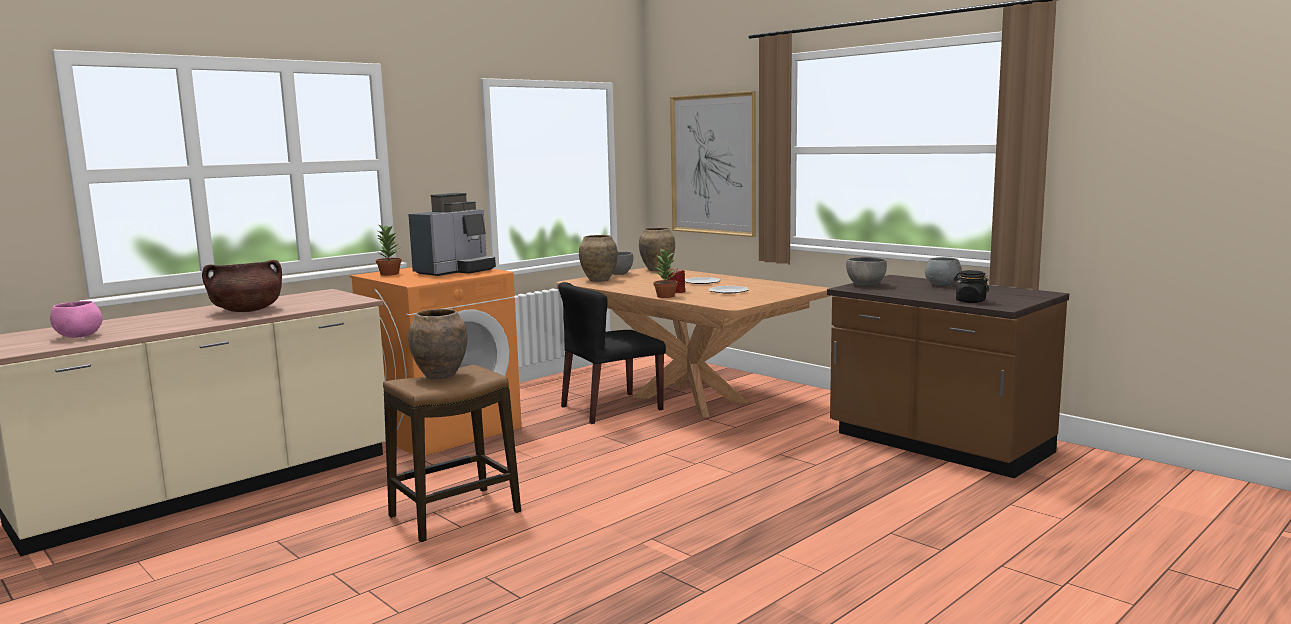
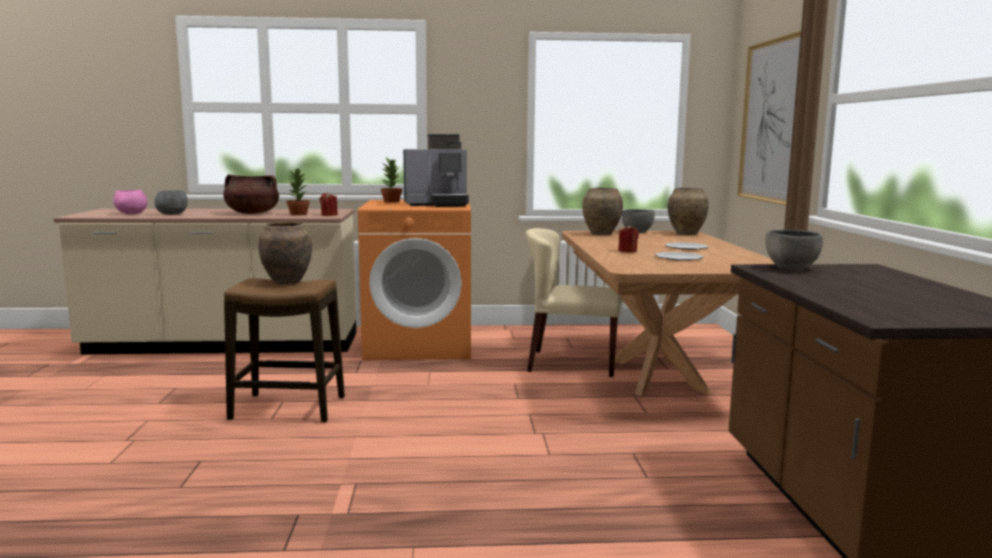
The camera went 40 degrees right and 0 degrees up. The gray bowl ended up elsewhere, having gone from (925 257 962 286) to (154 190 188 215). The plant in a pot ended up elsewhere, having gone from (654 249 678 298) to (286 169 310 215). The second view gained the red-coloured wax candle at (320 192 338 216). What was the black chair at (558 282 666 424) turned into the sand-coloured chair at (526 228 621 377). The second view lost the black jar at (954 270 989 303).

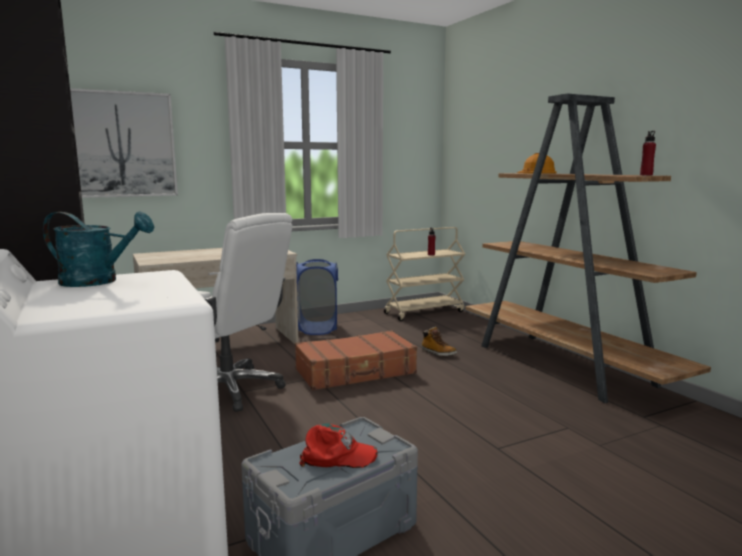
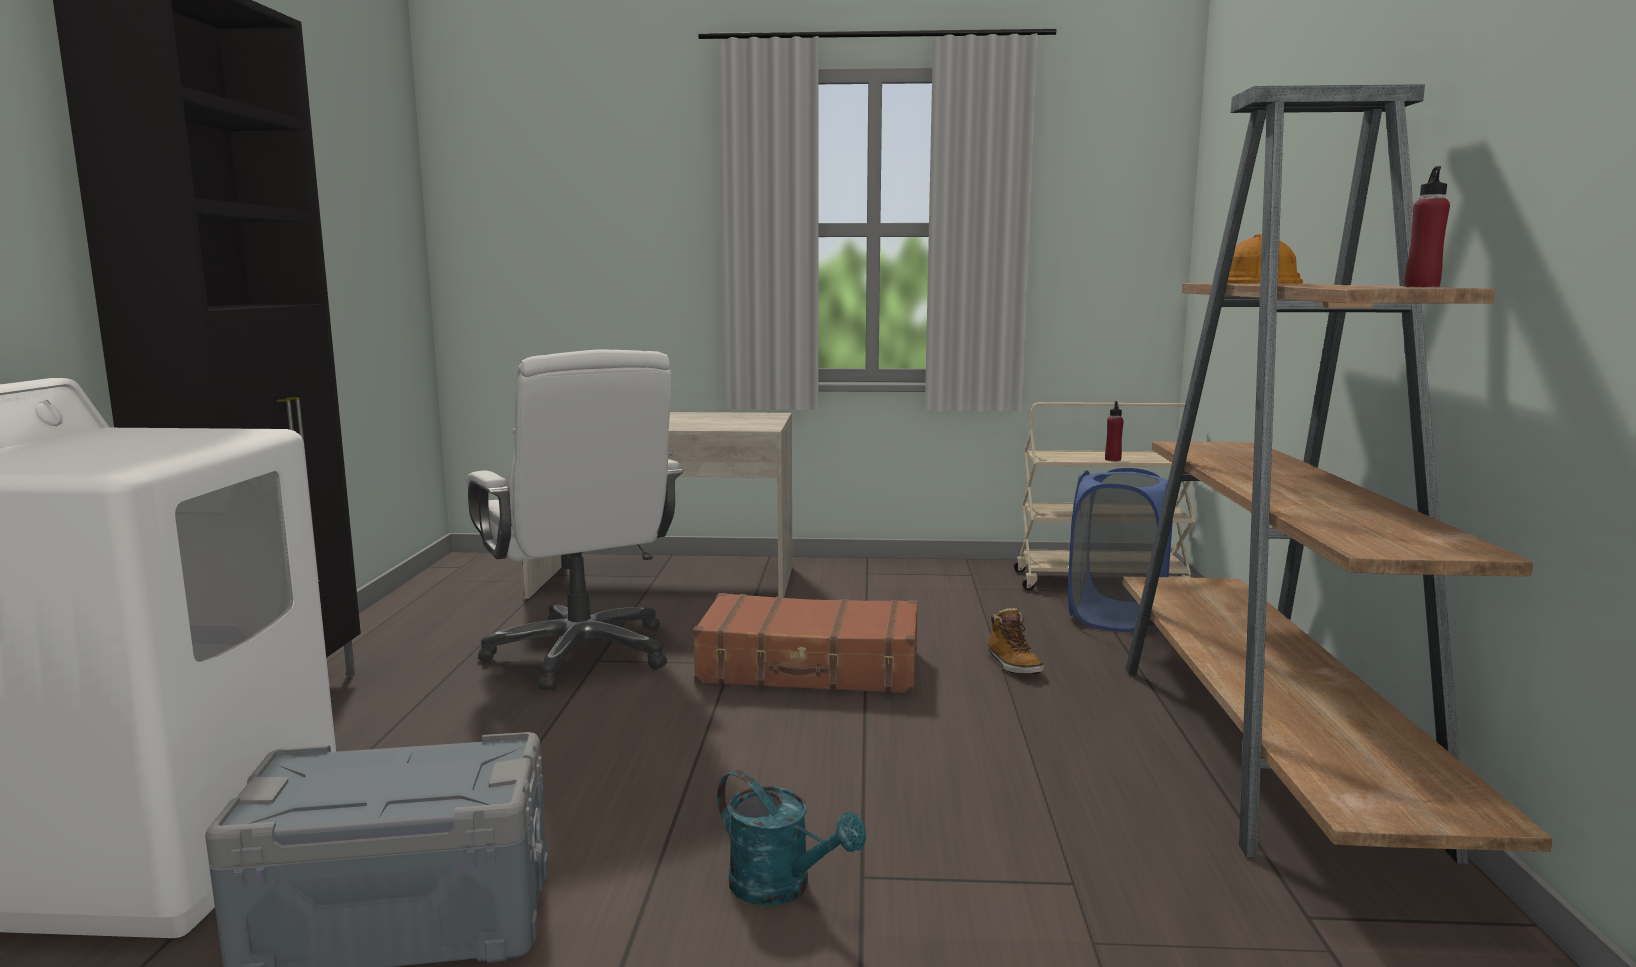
The camera went 30 degrees right and 0 degrees up. The turquoise-coloured watering pot ended up elsewhere, having gone from (43 211 154 287) to (717 770 866 906). The blue laundry basket ended up elsewhere, having gone from (296 259 338 335) to (1068 468 1173 632). The second view lost the picture at (70 88 178 198). The second view lost the red-coloured cap at (299 424 378 468).

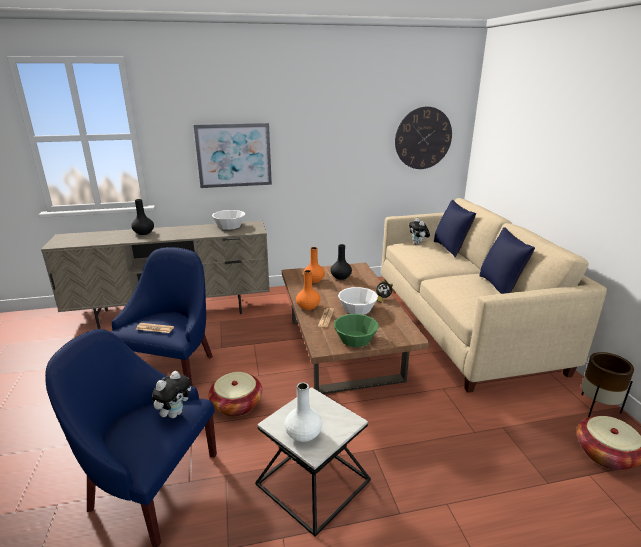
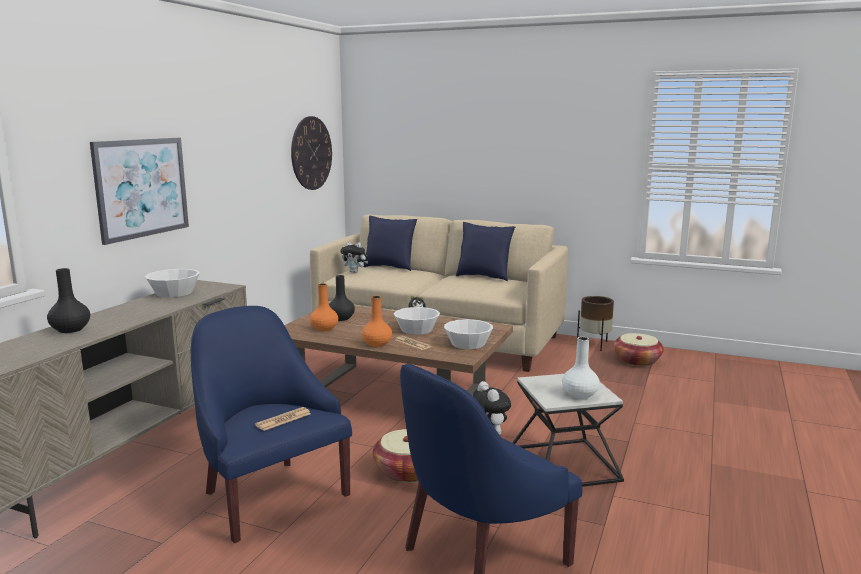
The camera went 55 degrees left and 10 degrees down. What was the green bowl at (334 314 378 347) turned into the whitish bowl at (444 319 493 349).

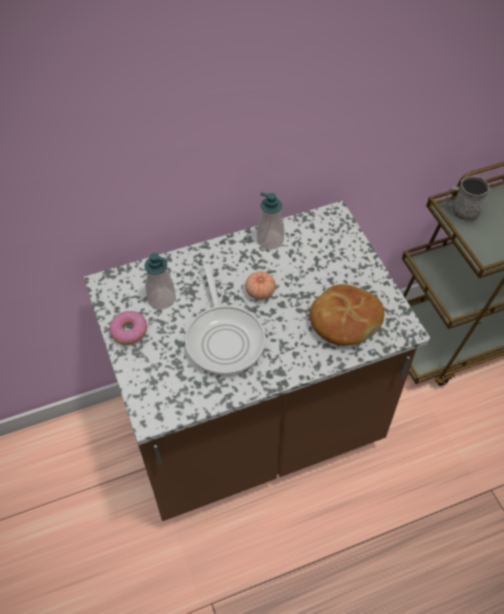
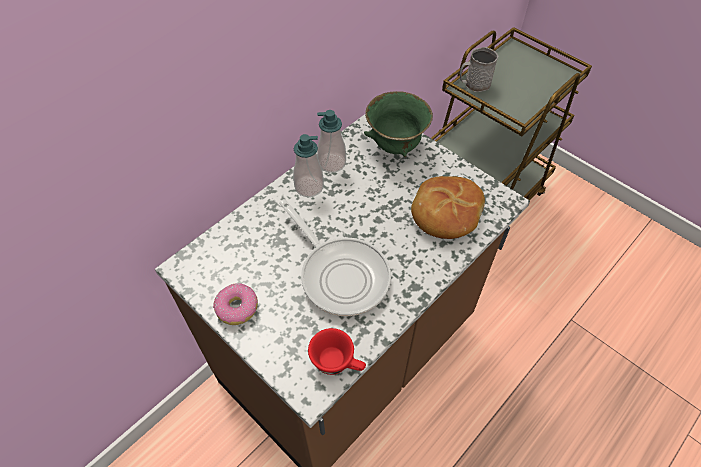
The camera went 25 degrees left and 0 degrees up. The soap dispenser ended up elsewhere, having gone from (144 253 176 310) to (293 134 324 197). The second view gained the red-coloured drinking cup at (308 328 366 375). The second view gained the green bowl at (364 91 433 157). The second view lost the whole tomato at (245 271 276 300).

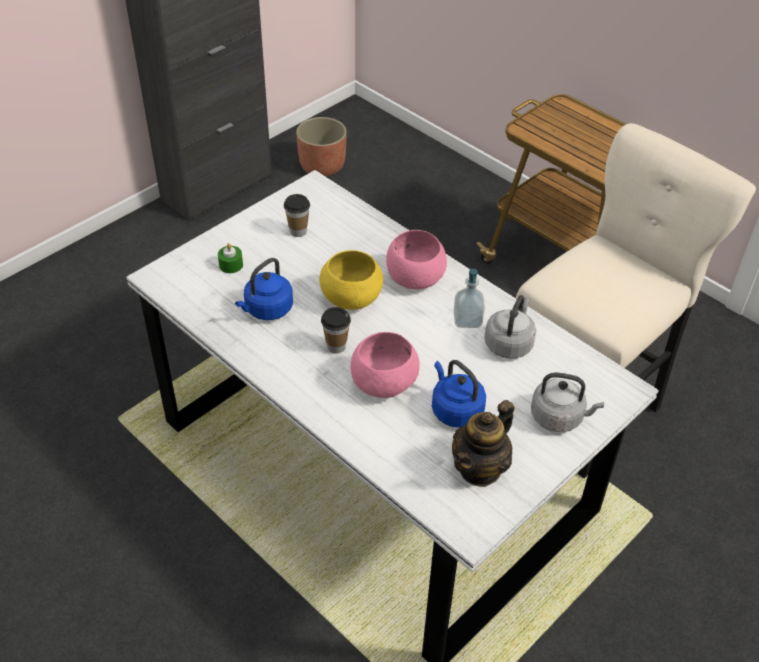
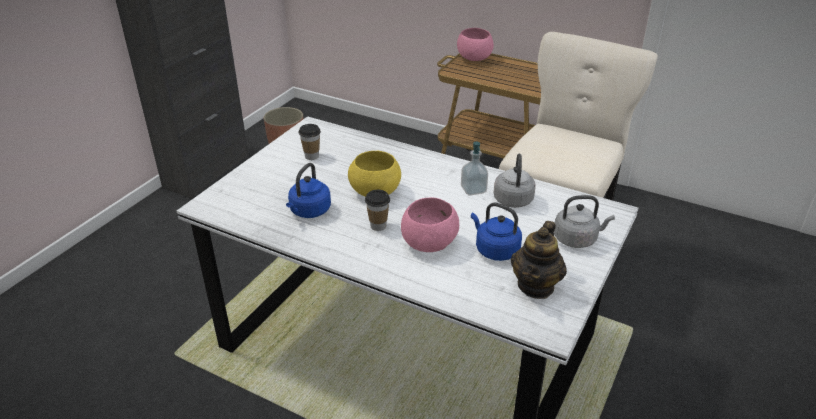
The camera went 15 degrees left and 10 degrees down. The pink bowl ended up elsewhere, having gone from (386 230 447 289) to (457 28 494 61). The second view lost the green wax candle at (218 243 243 273).

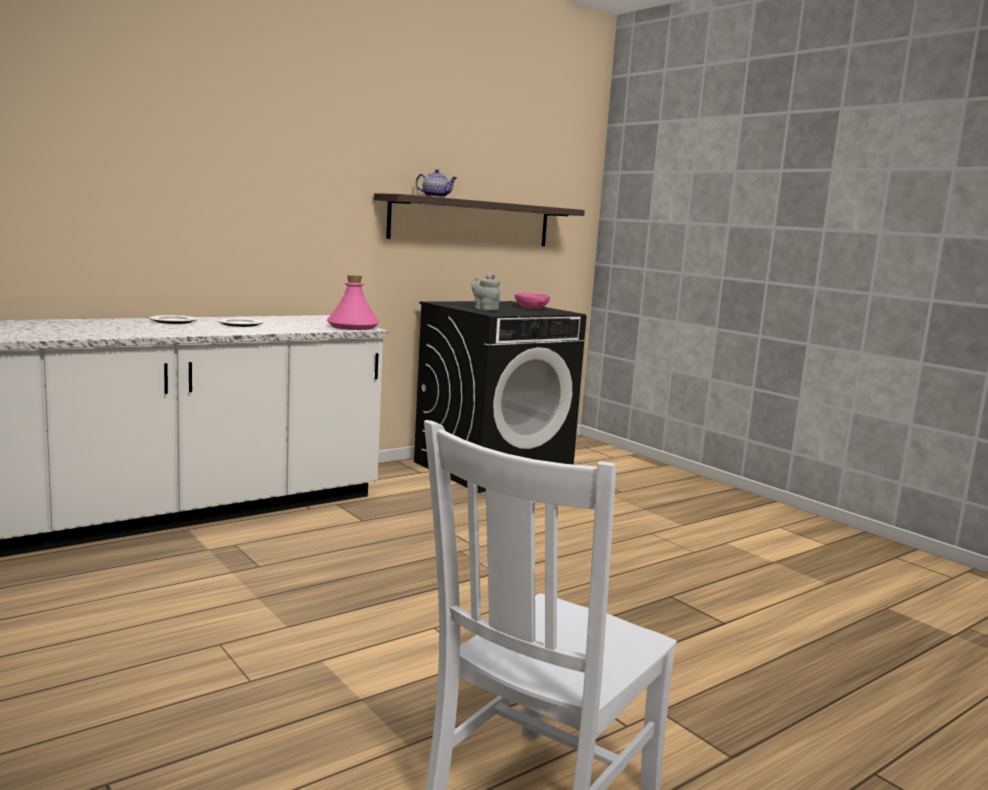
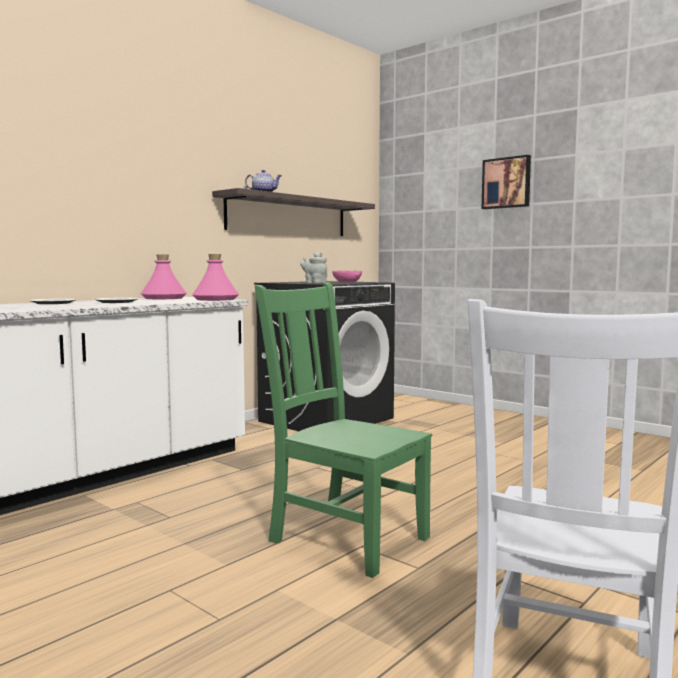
The camera went 10 degrees left and 5 degrees down. The second view gained the pink bottle at (141 254 187 299). The second view gained the green chair at (255 283 432 578). The second view gained the picture at (482 155 531 209).

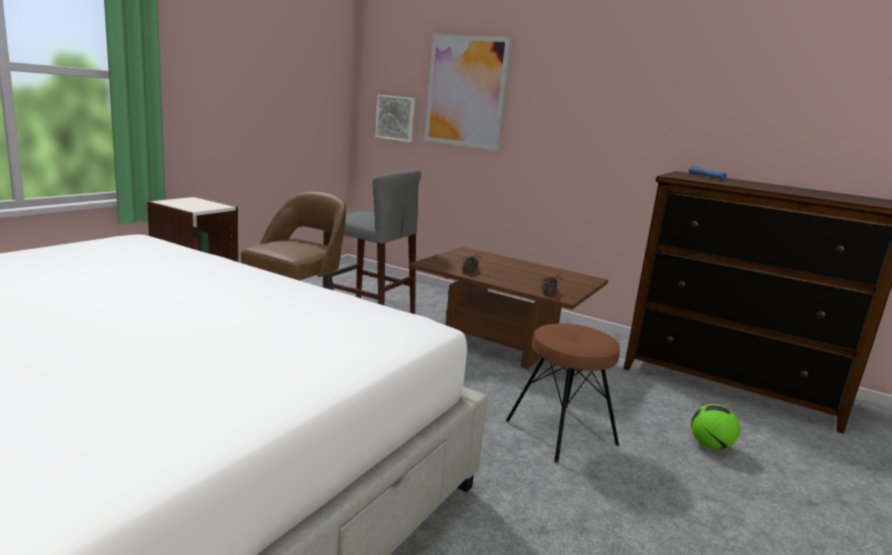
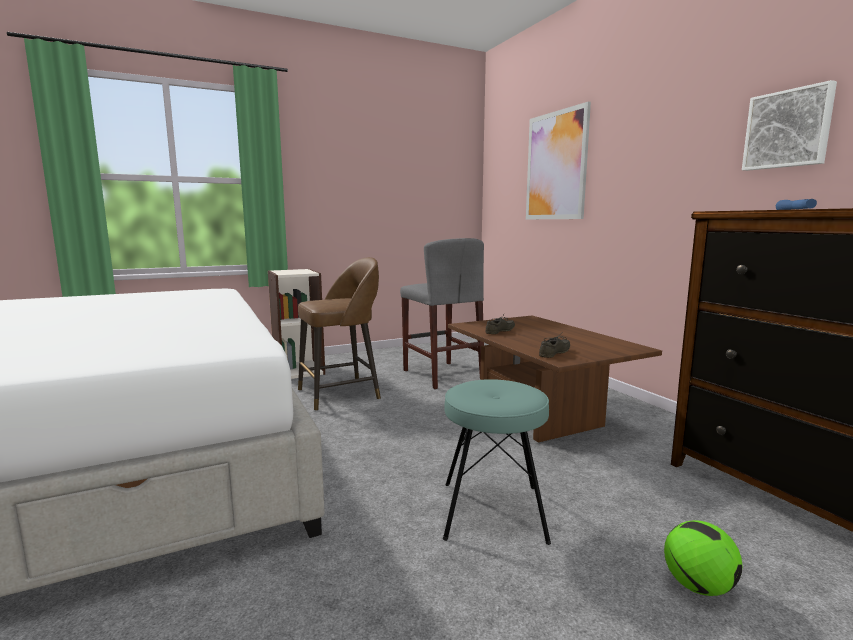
The camera went 35 degrees right and 5 degrees down. What was the brownish stool at (506 323 620 463) turned into the turquoise-coloured stool at (443 379 551 545). The picture ended up elsewhere, having gone from (375 95 415 142) to (742 80 837 171).

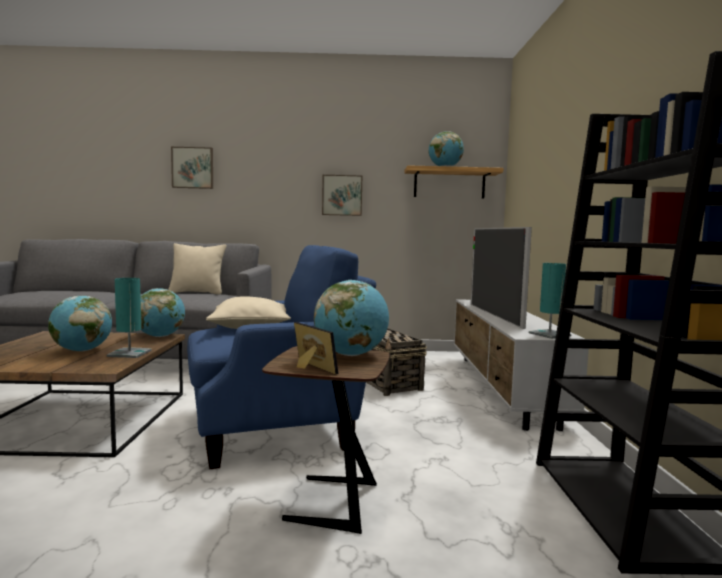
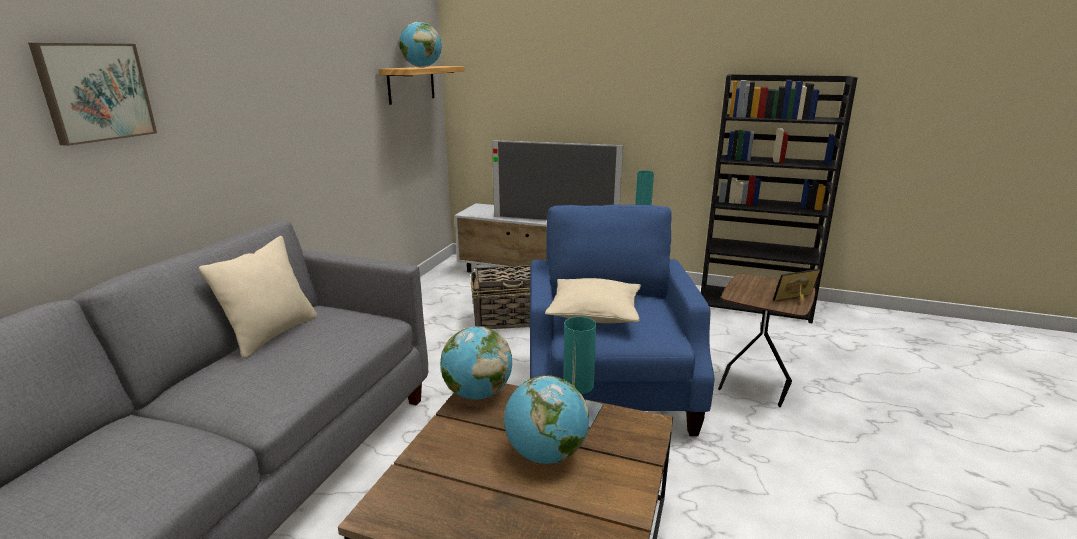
The camera went 70 degrees left and 15 degrees up. The second view lost the world globe at (314 280 389 356). The second view lost the picture at (322 175 362 216).

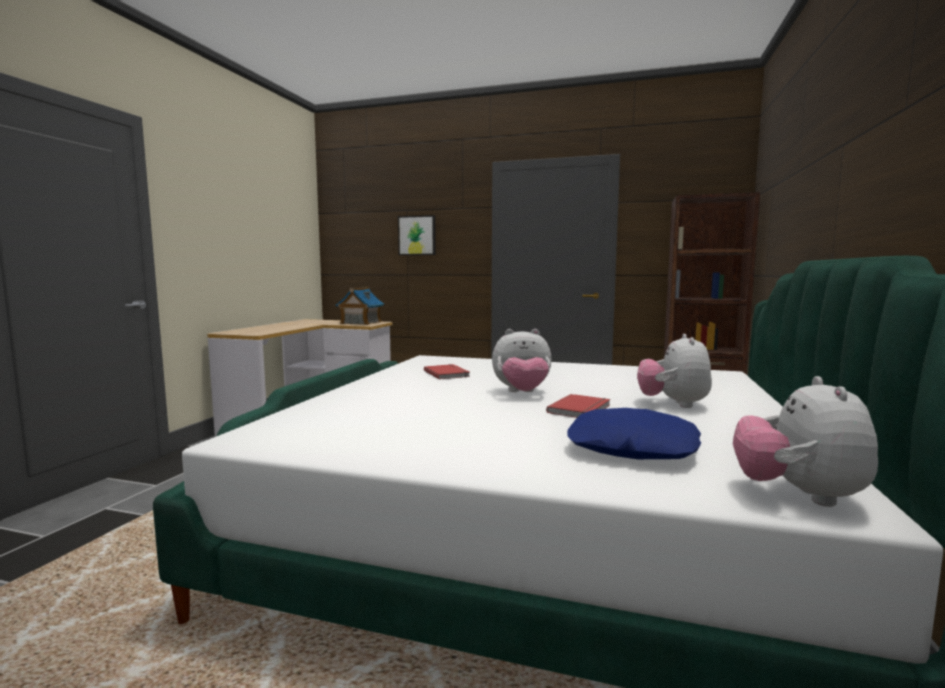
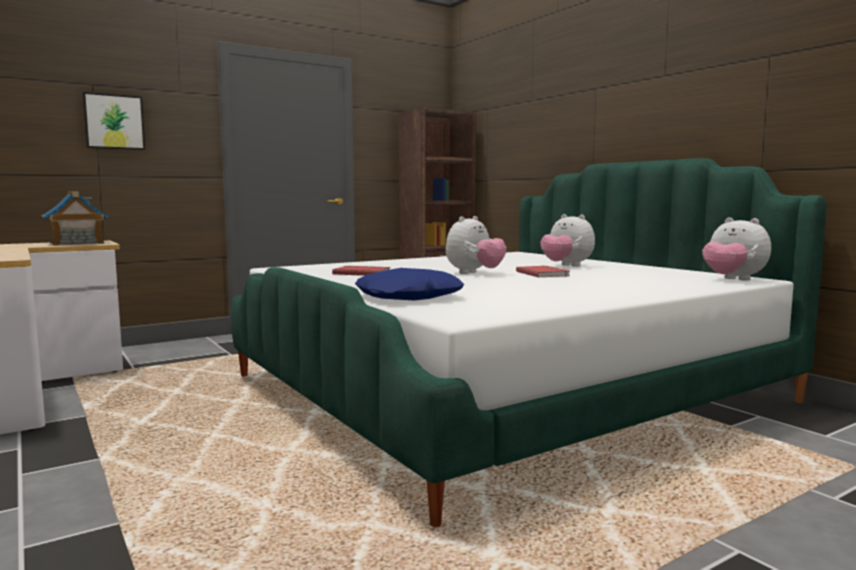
The camera went 50 degrees left and 0 degrees up. The blue cushion ended up elsewhere, having gone from (567 408 701 459) to (355 268 464 300).

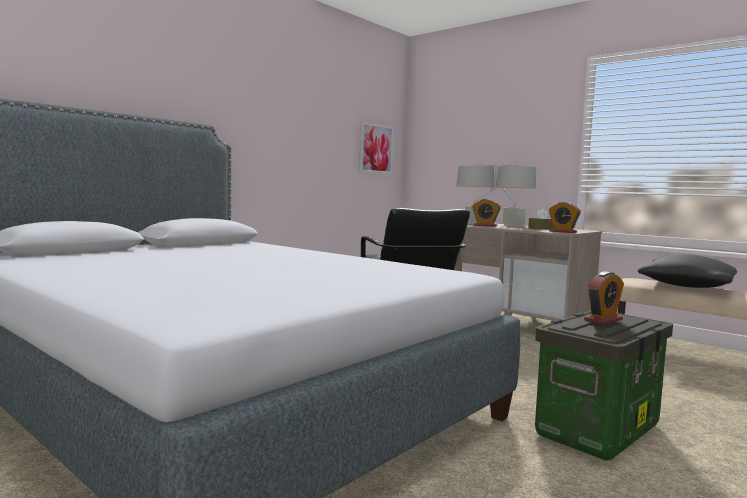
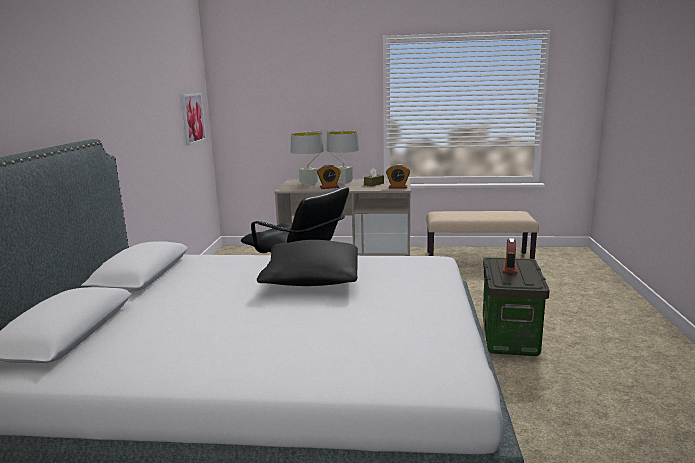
The camera went 35 degrees left and 10 degrees up. The black cushion ended up elsewhere, having gone from (638 254 737 288) to (257 240 358 286).

